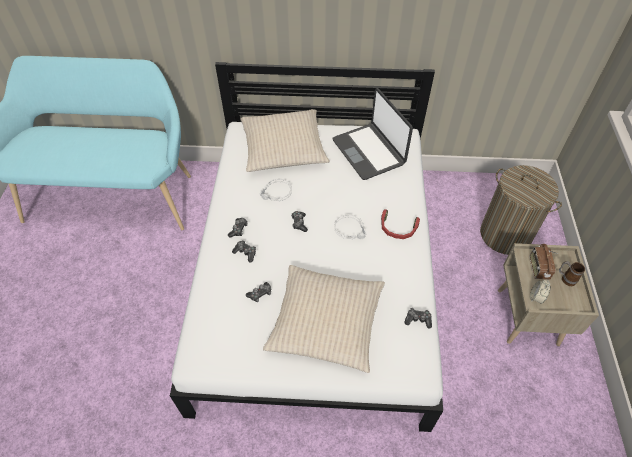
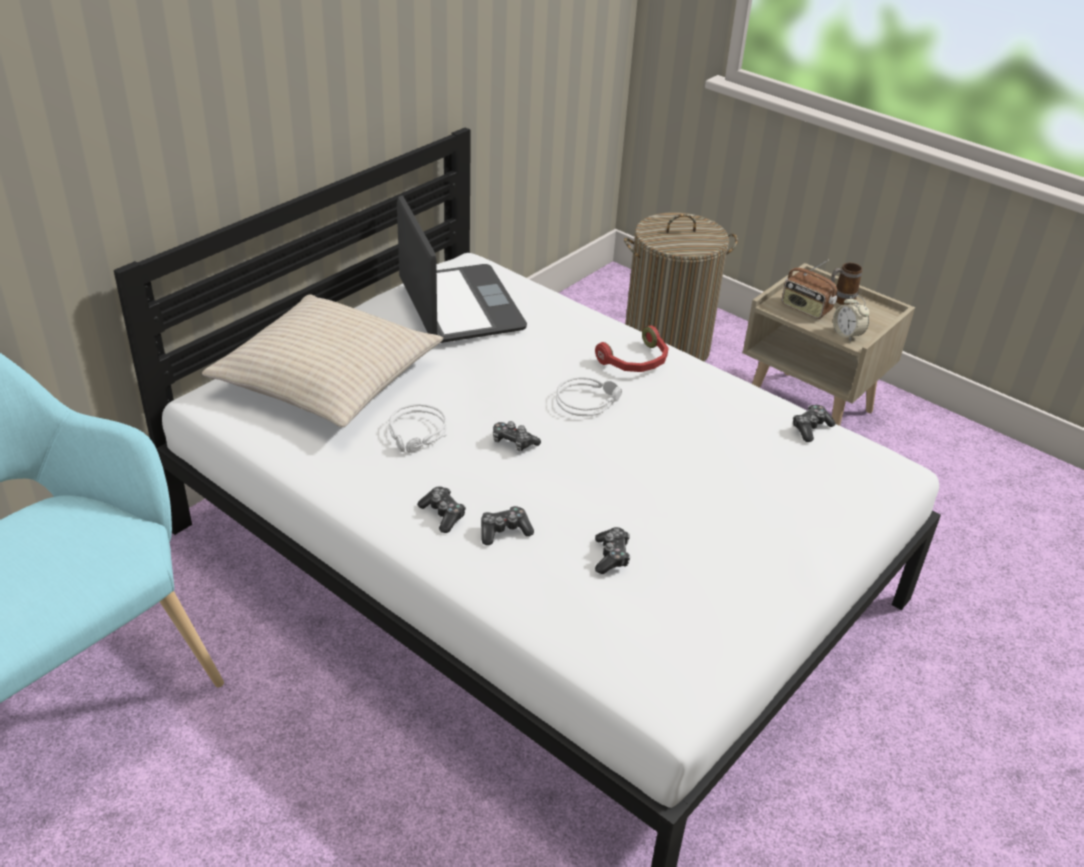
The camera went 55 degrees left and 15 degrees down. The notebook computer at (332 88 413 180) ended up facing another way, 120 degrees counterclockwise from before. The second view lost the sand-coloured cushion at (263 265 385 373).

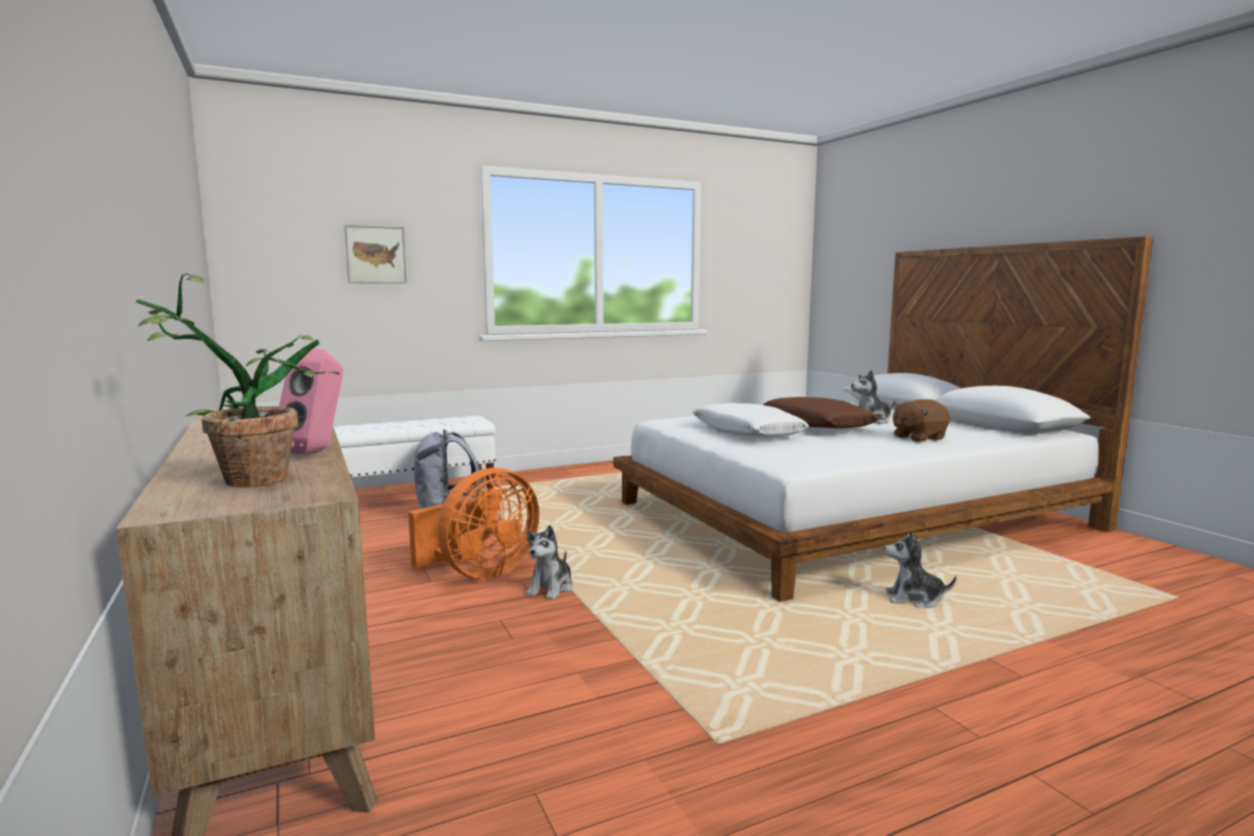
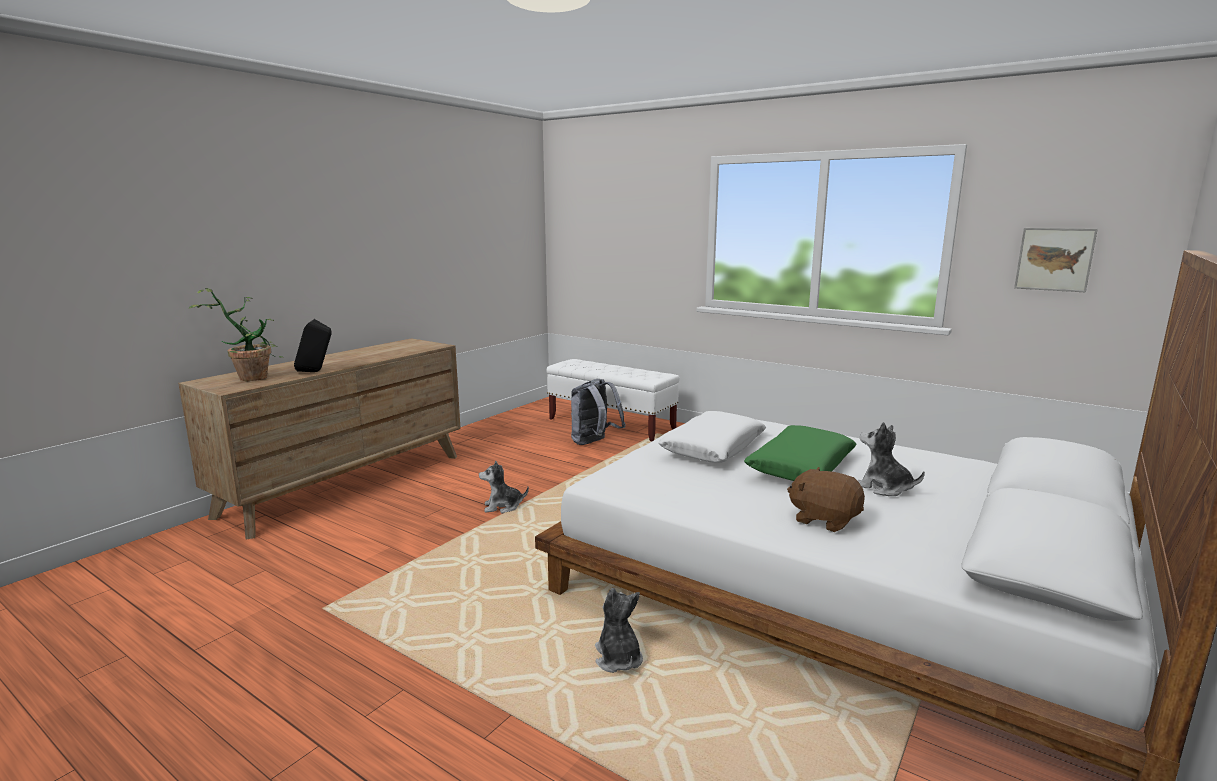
The camera went 60 degrees right and 5 degrees up. What was the pink speaker at (279 348 343 454) turned into the black speaker at (294 319 332 372). What was the brownish cushion at (763 397 878 428) turned into the green cushion at (744 425 857 481). The picture ended up elsewhere, having gone from (344 225 407 284) to (1014 228 1098 292). The second view lost the orange fan at (408 468 539 579).

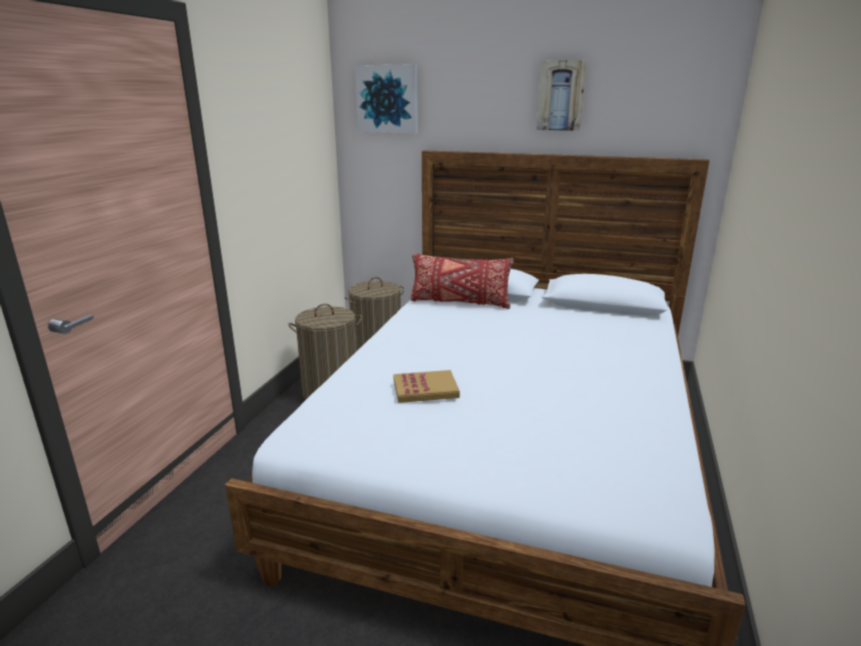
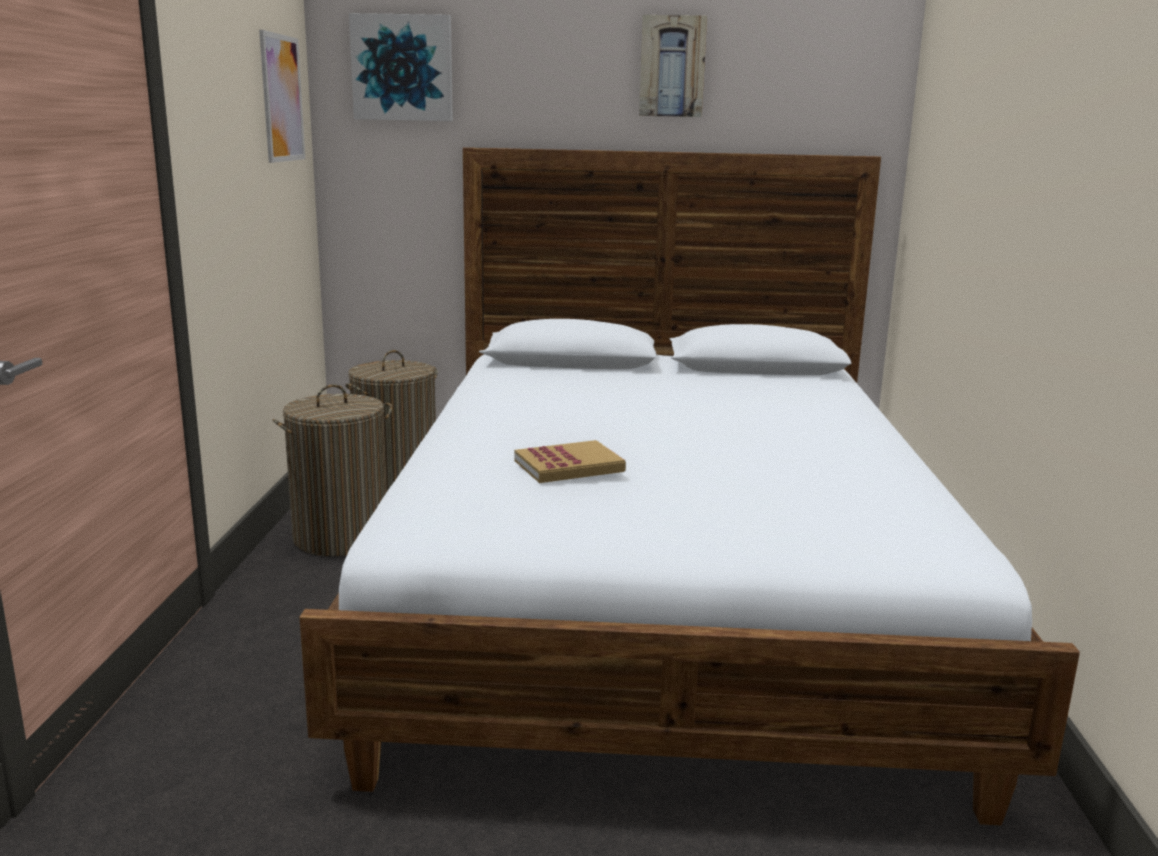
The camera went 15 degrees left and 5 degrees down. The second view gained the picture at (259 30 305 163). The second view lost the red-coloured cushion at (410 254 514 309).

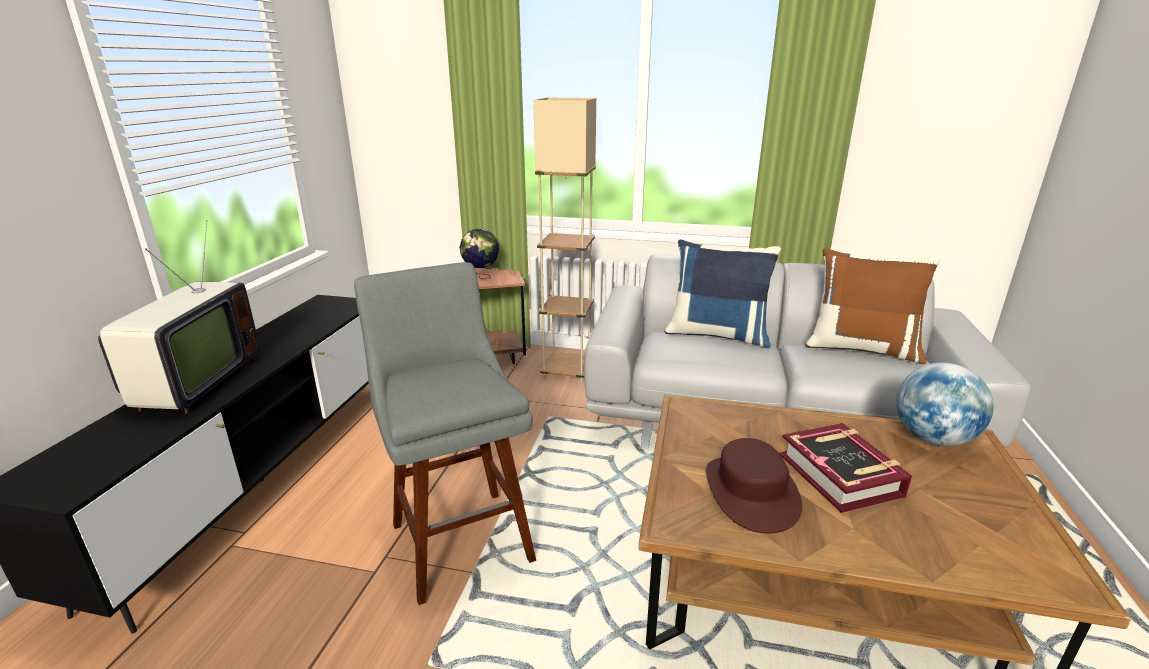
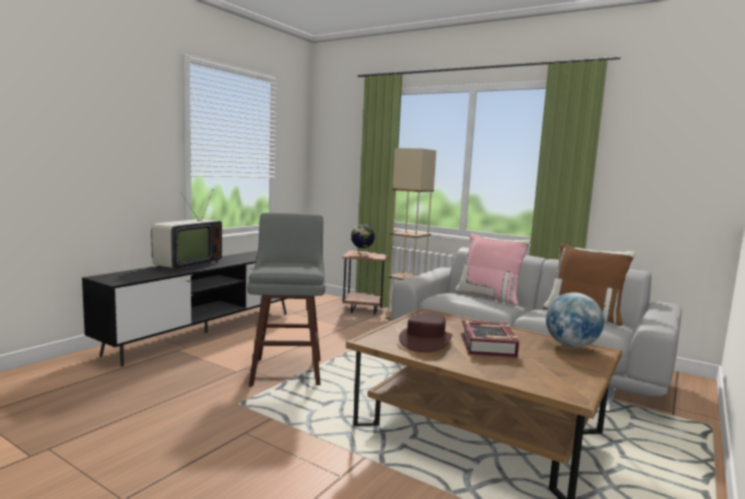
The camera went 20 degrees right and 15 degrees down. What was the blue cushion at (664 240 781 348) turned into the pink cushion at (454 233 531 306).

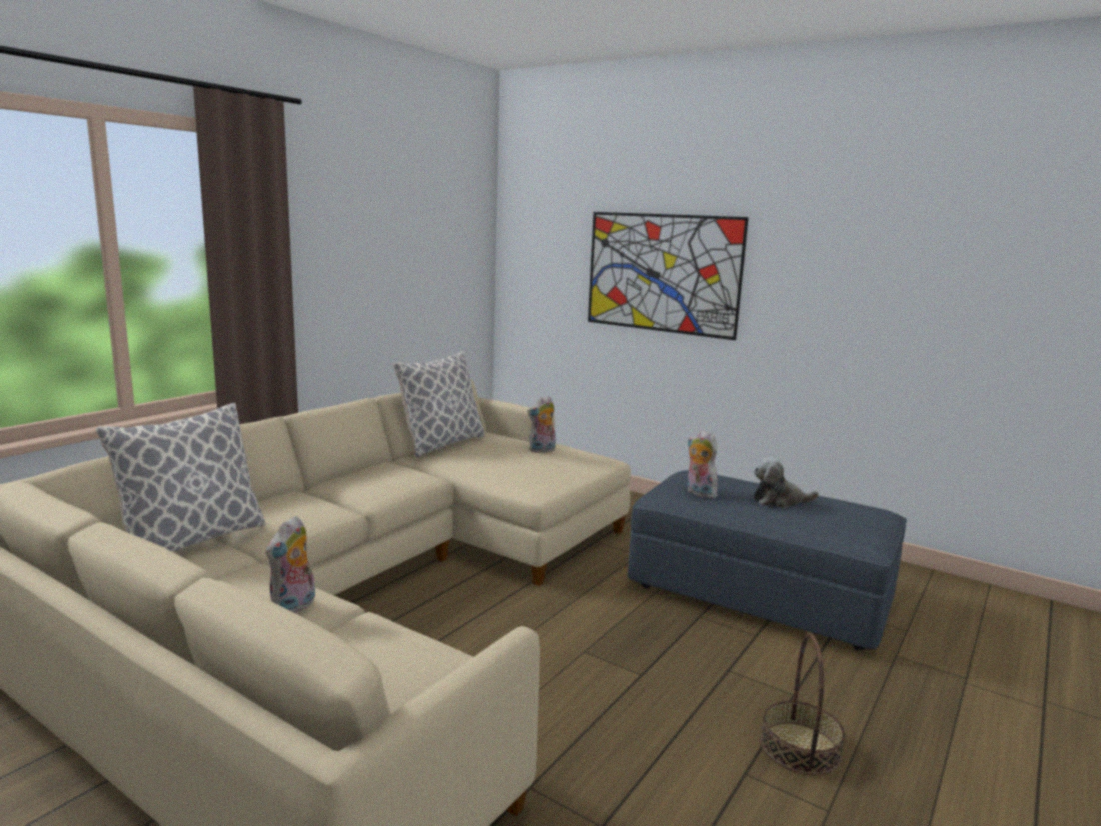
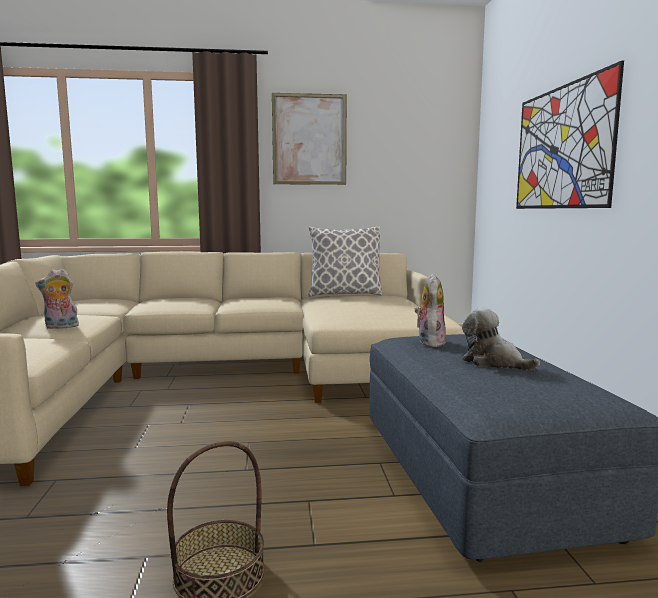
The camera went 50 degrees right and 5 degrees down. The second view gained the picture at (272 93 347 185). The second view lost the cushion at (95 403 266 552). The second view lost the plush toy at (527 396 556 453).

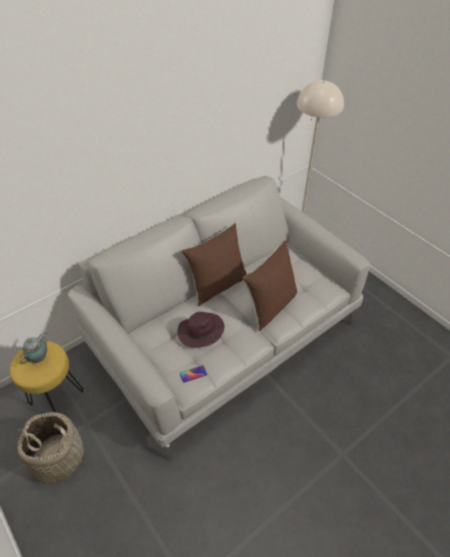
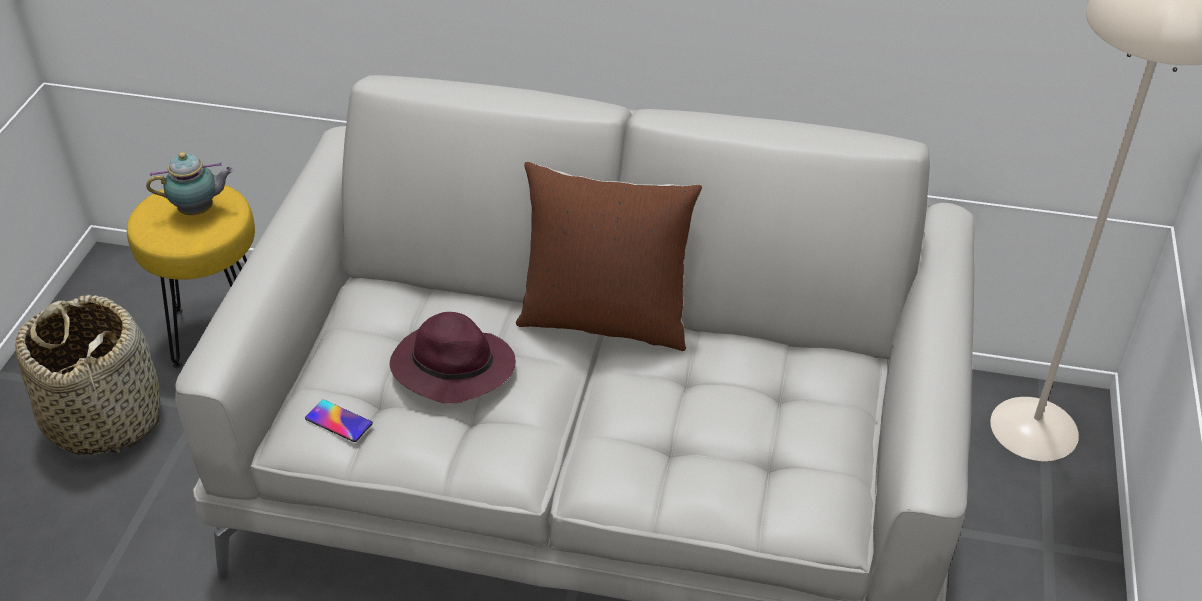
The camera went 50 degrees right and 5 degrees down. The second view lost the brownish cushion at (243 240 297 331).

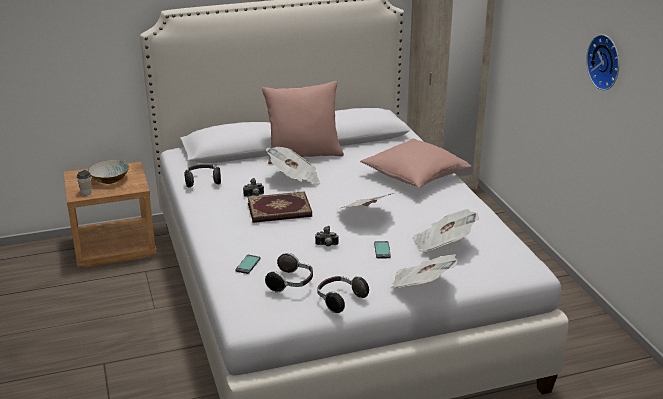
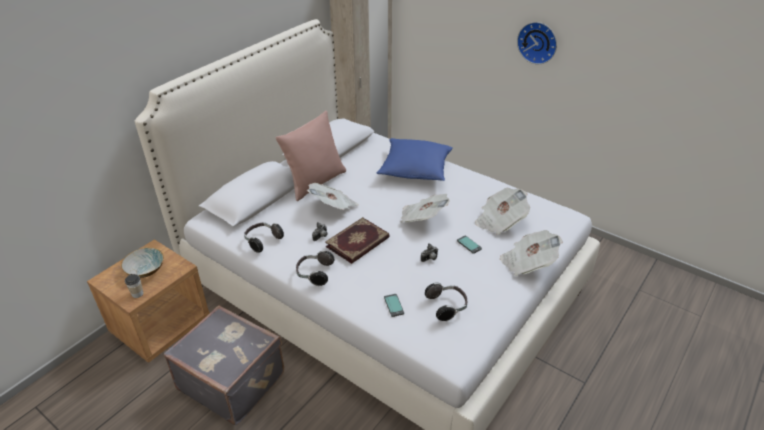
The camera went 35 degrees left and 10 degrees up. The second view gained the gray travel case at (164 305 284 425). The headphones ended up elsewhere, having gone from (317 276 369 313) to (296 250 334 286). What was the pink cushion at (360 138 472 187) turned into the blue cushion at (377 138 453 181).

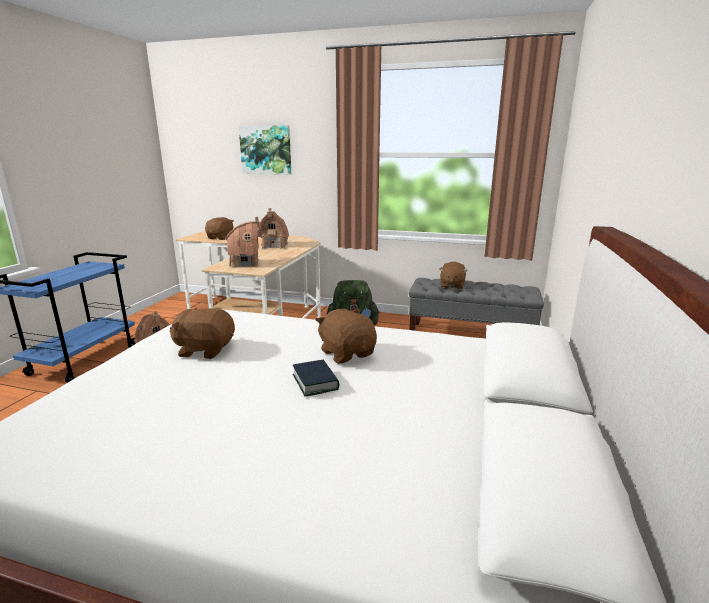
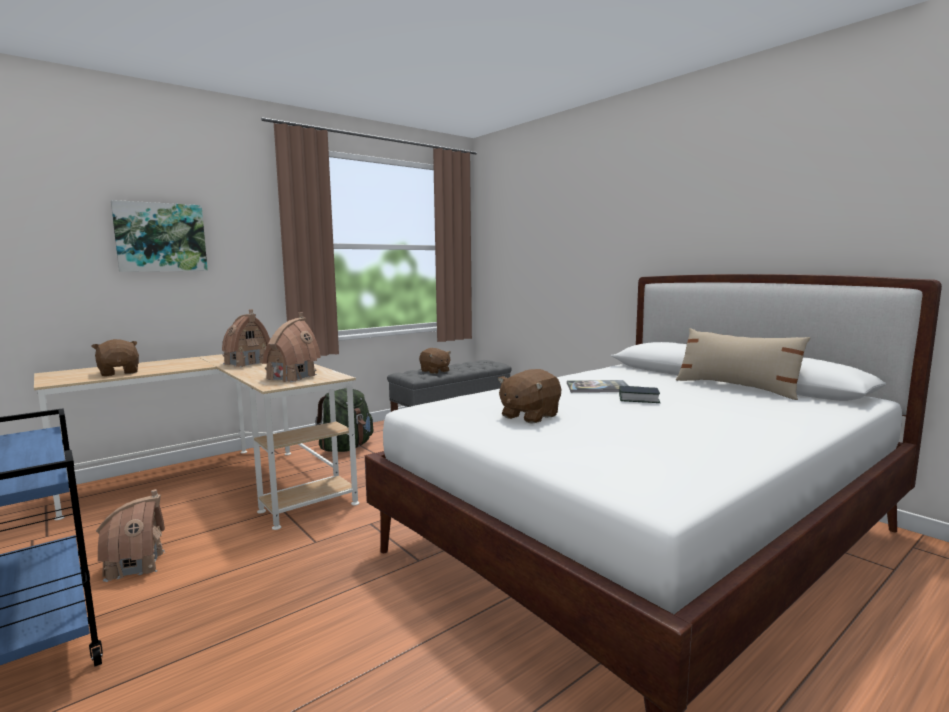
The camera went 55 degrees left and 10 degrees down. Where the brownish plush toy stood at (316 309 377 364), the book came to stand at (567 380 629 393). The second view gained the sand-coloured cushion at (676 328 811 400).

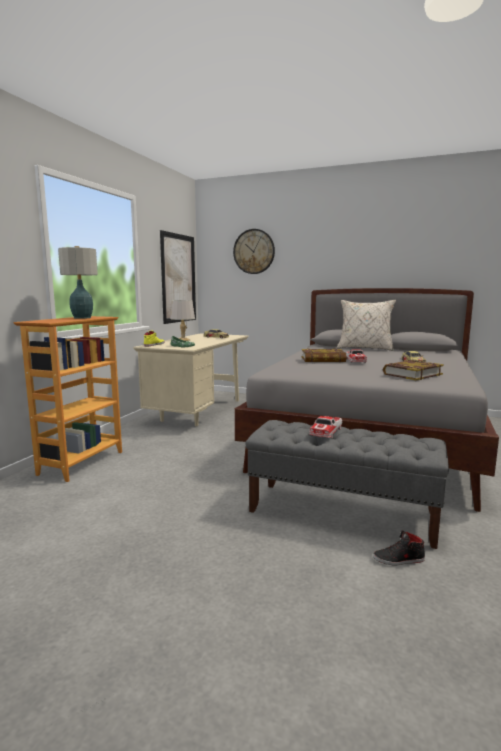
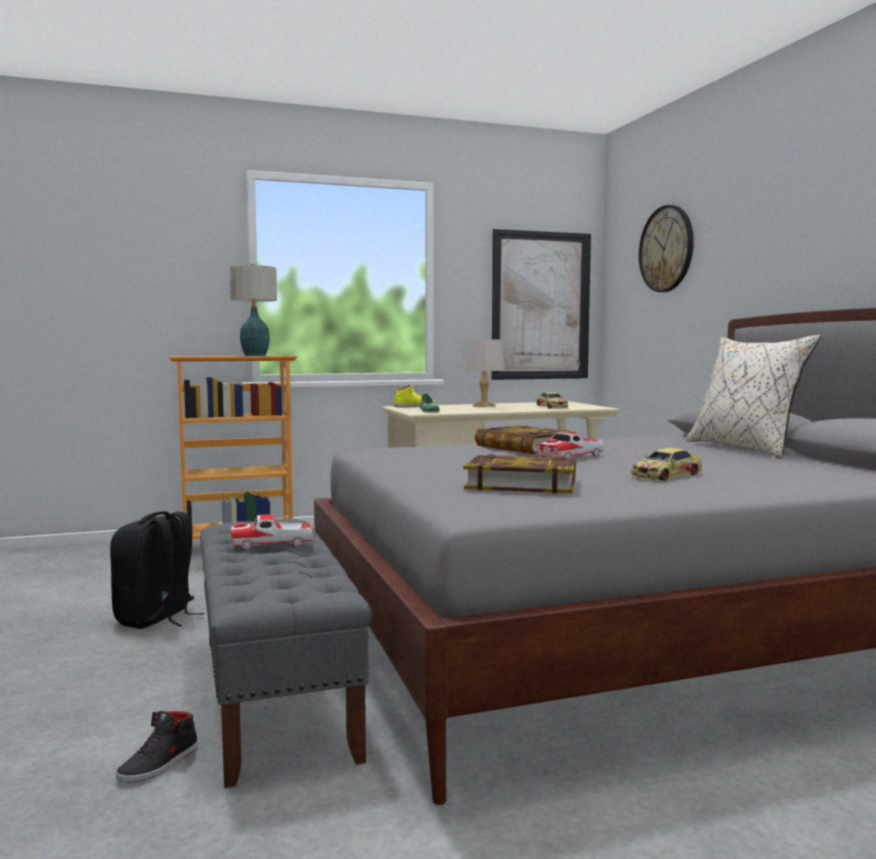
The camera went 50 degrees right and 5 degrees down. The second view gained the black rucksack at (110 511 205 629). The black shoe at (373 530 425 565) ended up facing another way, 105 degrees counterclockwise from before.

